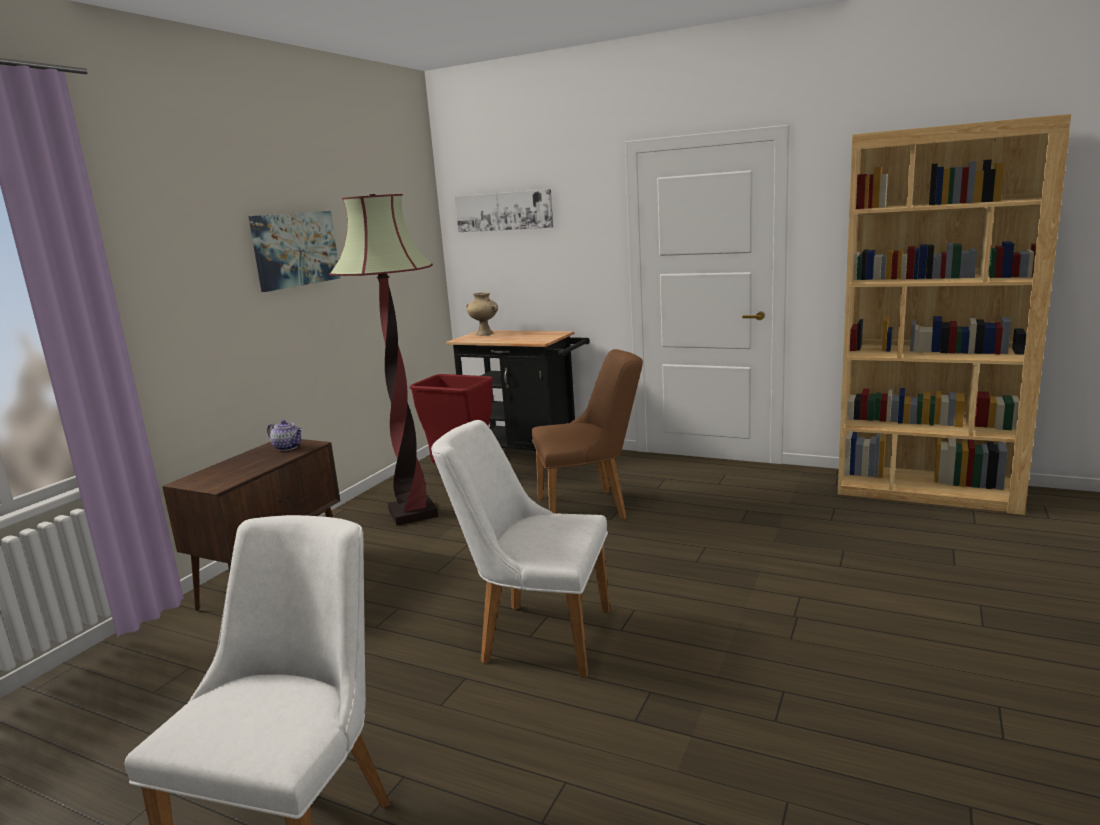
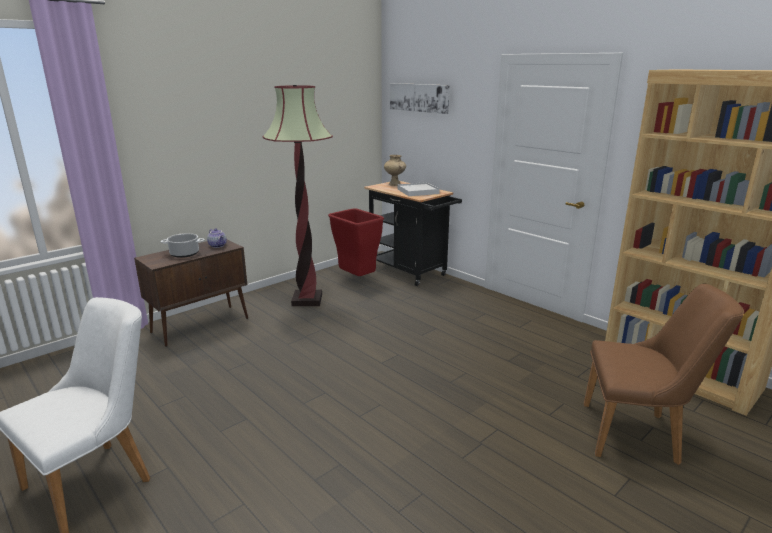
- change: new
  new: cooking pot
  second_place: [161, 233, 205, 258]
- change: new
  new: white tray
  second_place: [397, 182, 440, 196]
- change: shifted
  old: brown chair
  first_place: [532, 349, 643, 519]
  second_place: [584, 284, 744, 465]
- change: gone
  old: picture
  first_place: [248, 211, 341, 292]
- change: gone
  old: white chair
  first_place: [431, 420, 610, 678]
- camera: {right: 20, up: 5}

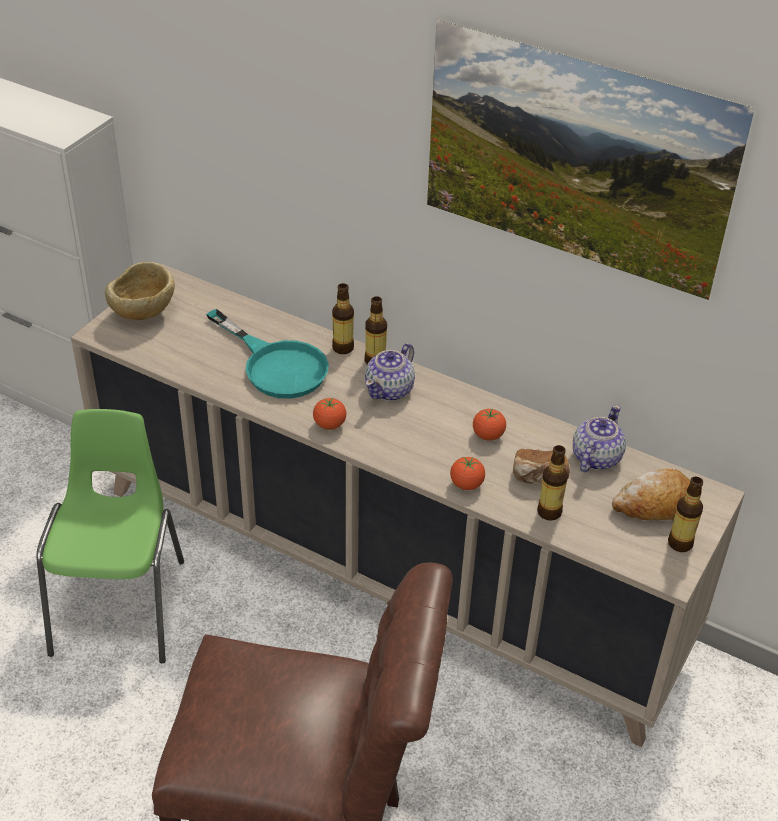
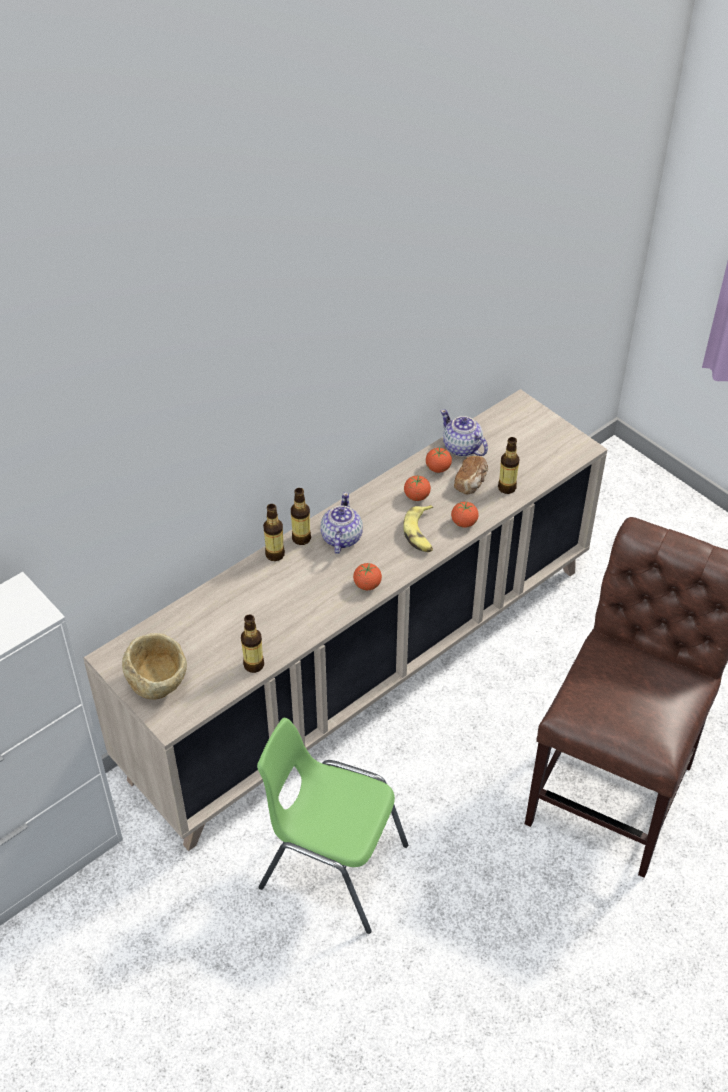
- change: shifted
  old: bottle
  first_place: [668, 476, 703, 552]
  second_place: [241, 614, 264, 673]
- change: rotated
  old: teapot
  first_place: [365, 343, 415, 401]
  second_place: [320, 492, 363, 554]
  degrees: -135
- change: new
  new: banana
  second_place: [403, 505, 433, 552]
- change: new
  new: tomato
  second_place: [426, 448, 452, 473]
- change: gone
  old: turquoise frying pan
  first_place: [206, 309, 329, 399]
- change: gone
  old: picture
  first_place: [427, 20, 755, 300]
- change: gone
  old: bread
  first_place: [612, 468, 690, 521]
- camera: {right: -70, up: 5}

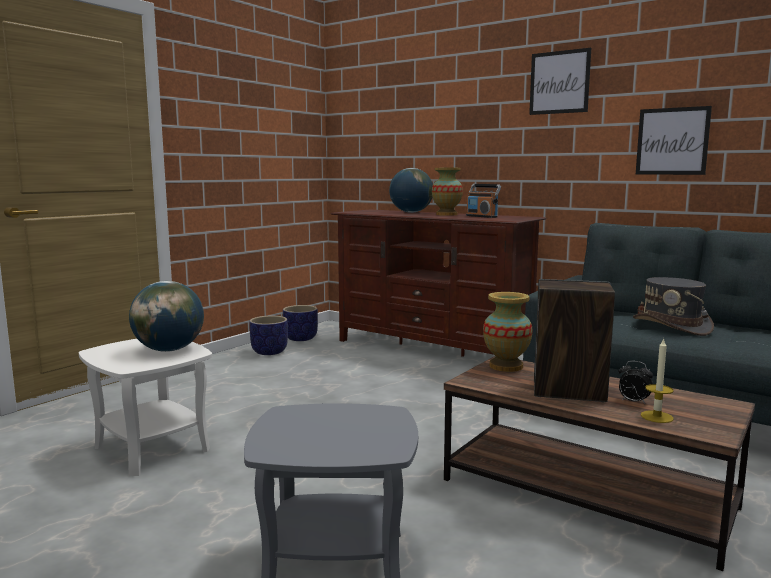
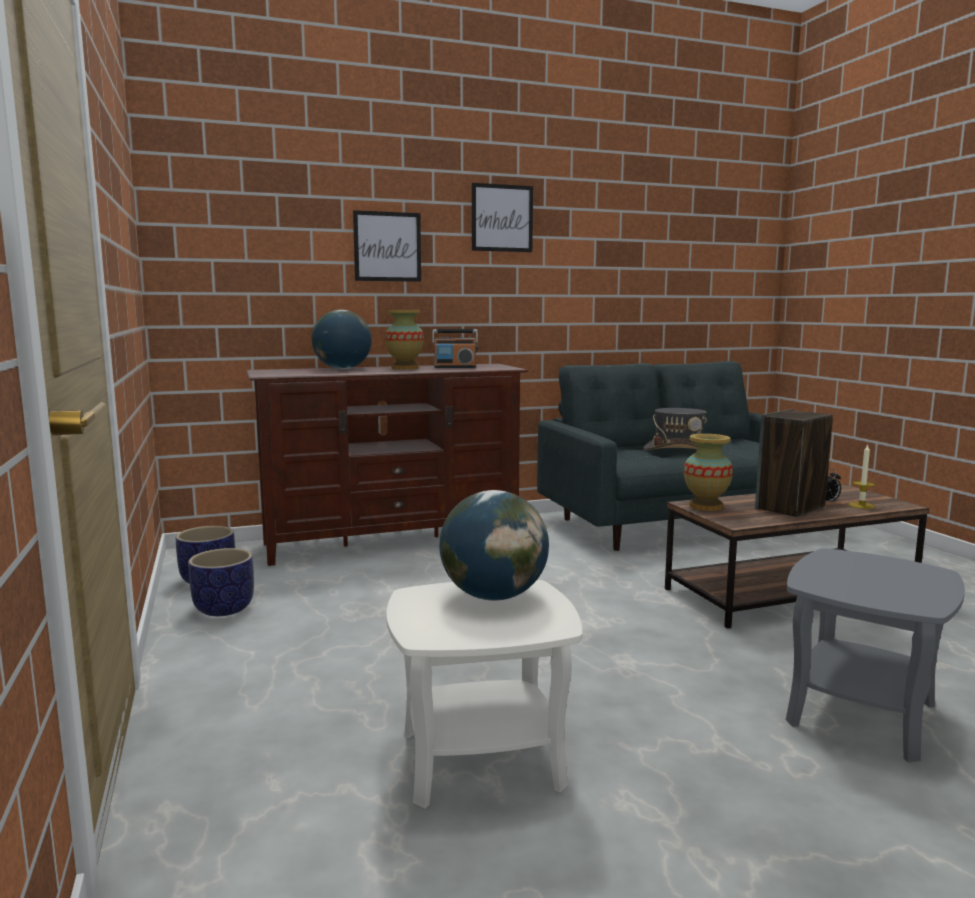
- change: shifted
  old: picture
  first_place: [636, 106, 712, 175]
  second_place: [353, 210, 421, 282]
- camera: {right: -55, up: 0}

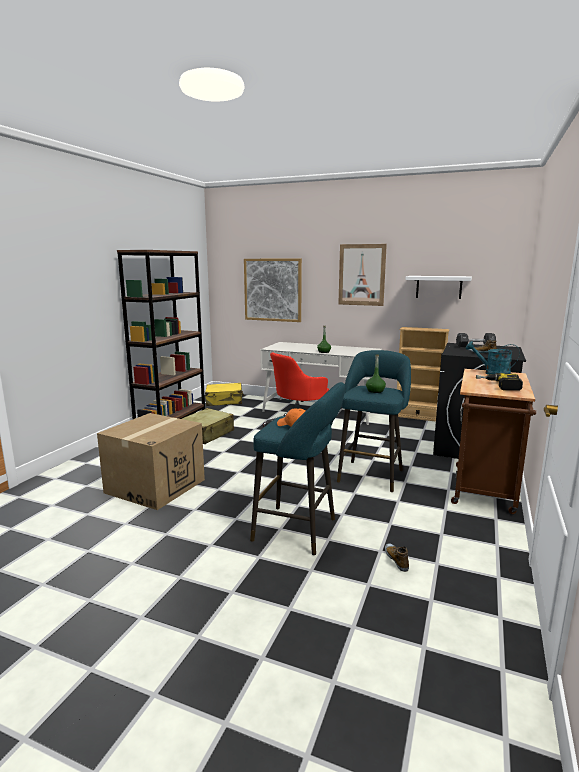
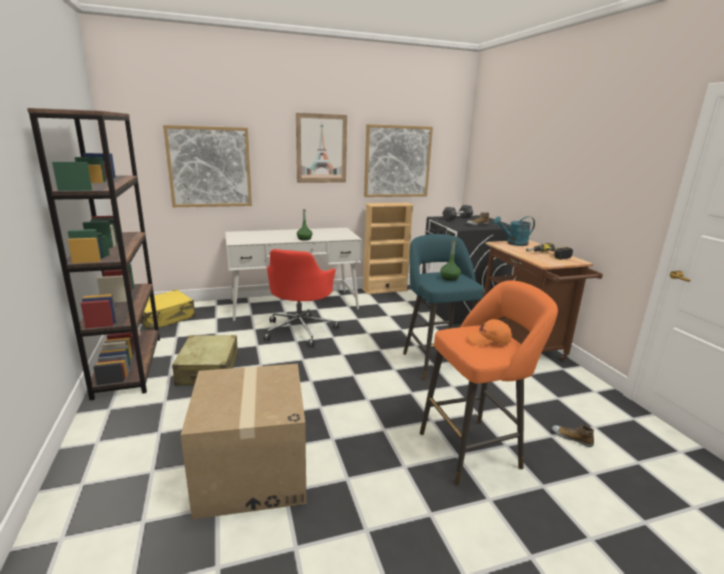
- change: swapped
  old: white shelf
  new: picture
  first_place: [405, 276, 472, 299]
  second_place: [364, 124, 433, 197]
- change: repainted
  old: turquoise stool
  new: orange stool
  first_place: [250, 382, 345, 555]
  second_place: [420, 280, 558, 486]
- camera: {right: -40, up: 5}

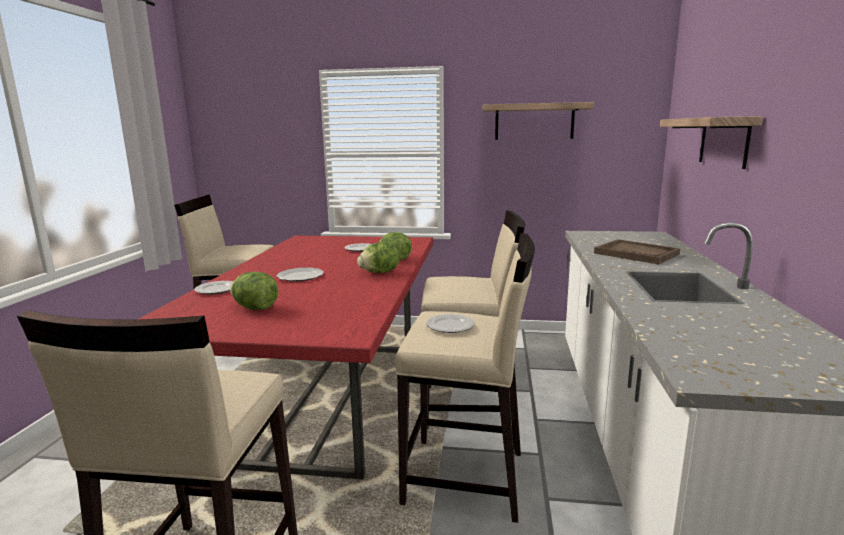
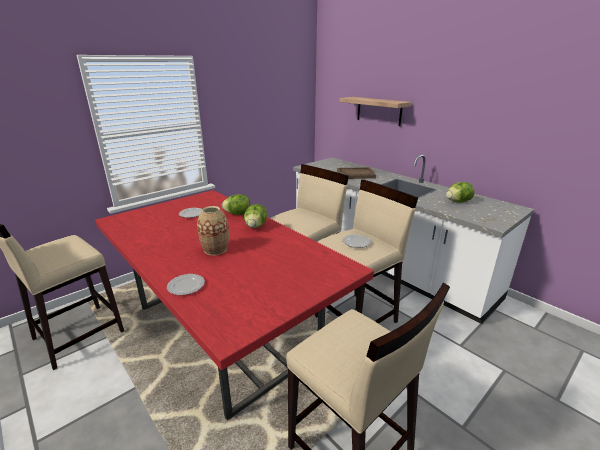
- change: swapped
  old: plate
  new: vase
  first_place: [276, 267, 324, 282]
  second_place: [197, 206, 229, 255]
- change: shifted
  old: lettuce
  first_place: [230, 272, 278, 310]
  second_place: [446, 182, 475, 203]
- change: gone
  old: shelf
  first_place: [483, 102, 594, 140]
- camera: {right: -50, up: 10}

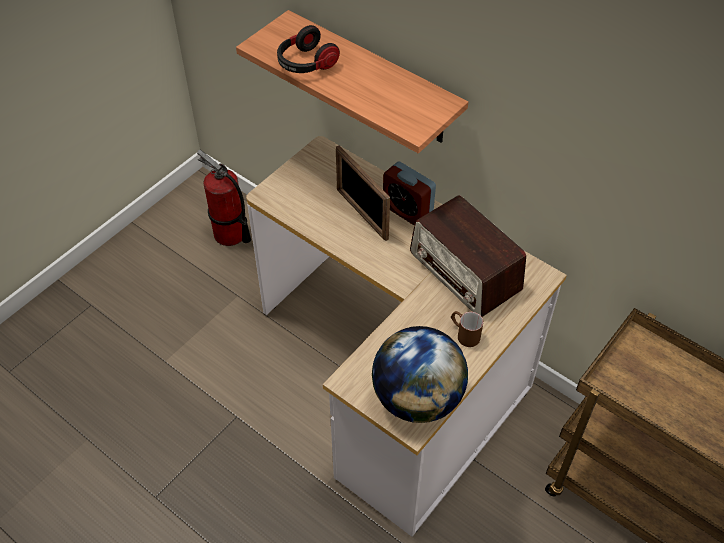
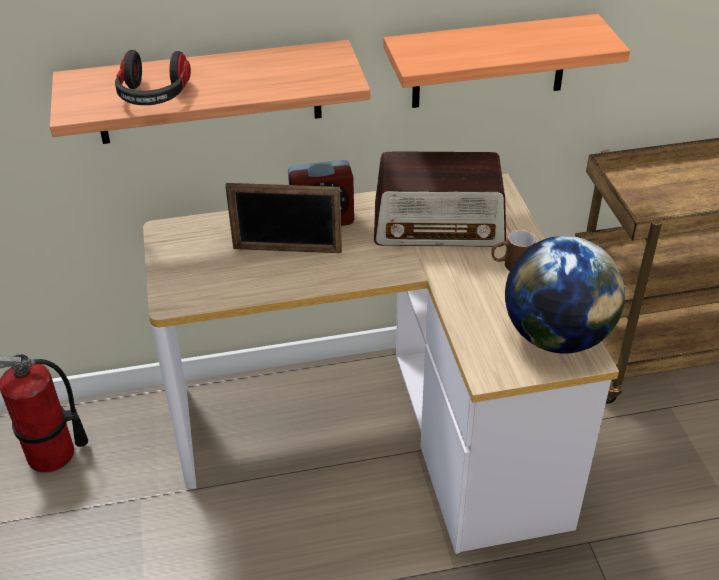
- change: new
  new: shelf
  second_place: [384, 14, 630, 108]
- camera: {right: -50, up: -10}

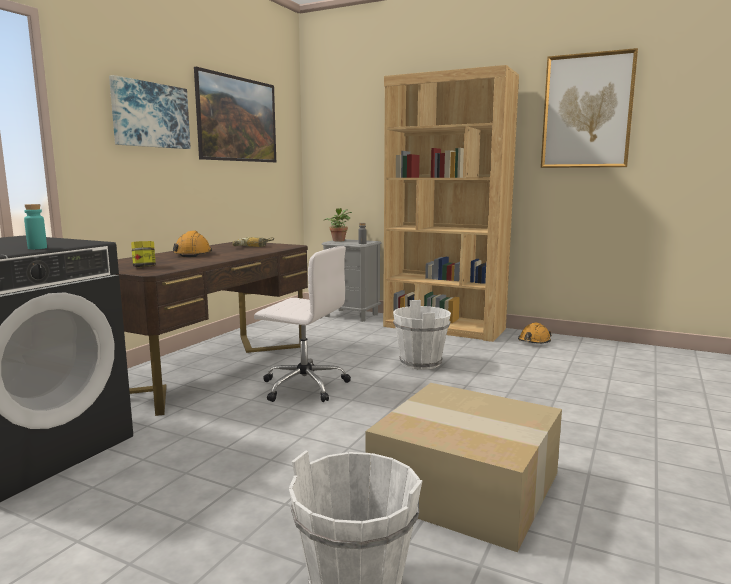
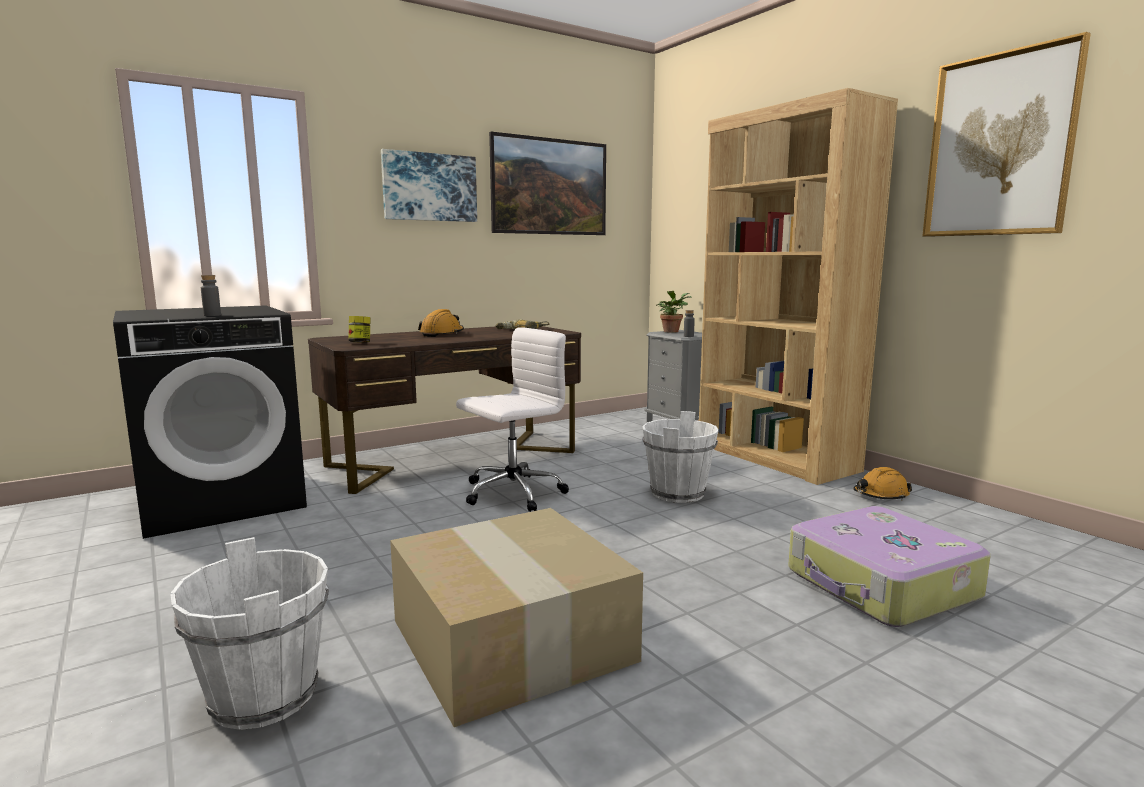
- change: repainted
  old: turquoise bottle
  new: grey bottle
  first_place: [24, 204, 47, 249]
  second_place: [201, 275, 221, 316]
- change: rotated
  old: white office chair
  first_place: [254, 246, 351, 402]
  second_place: [456, 327, 569, 512]
  degrees: -90
- change: new
  new: suitcase
  second_place: [788, 506, 991, 627]
- camera: {right: 30, up: 0}

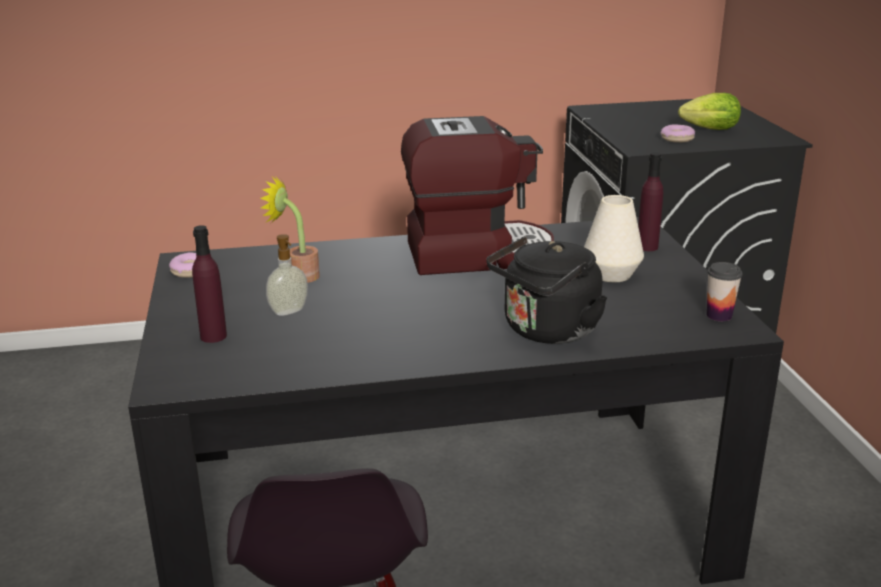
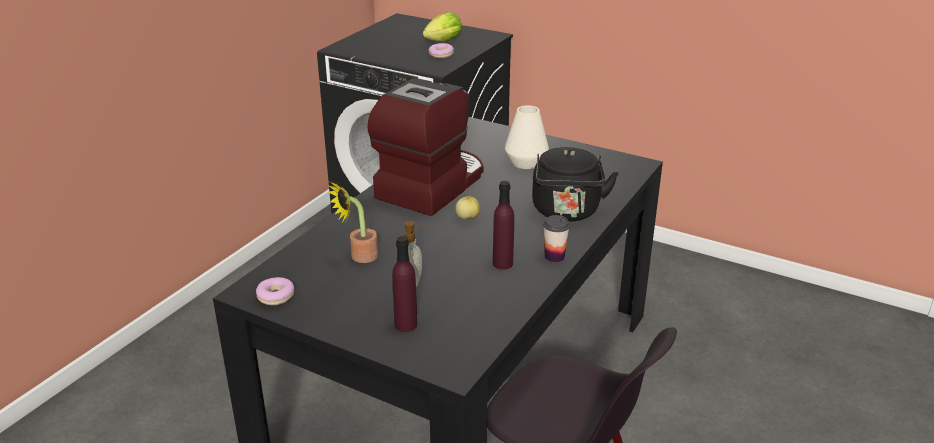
- change: new
  new: apple
  second_place: [455, 196, 480, 219]
- change: shifted
  old: purple bottle
  first_place: [638, 152, 663, 251]
  second_place: [493, 181, 514, 270]
- change: shifted
  old: cup
  first_place: [706, 262, 743, 321]
  second_place: [543, 215, 570, 263]
- camera: {right: -50, up: 5}

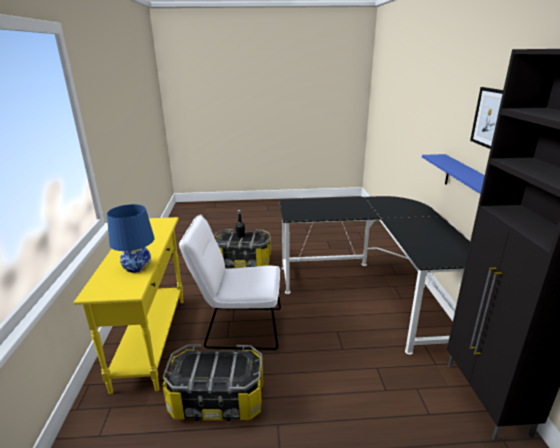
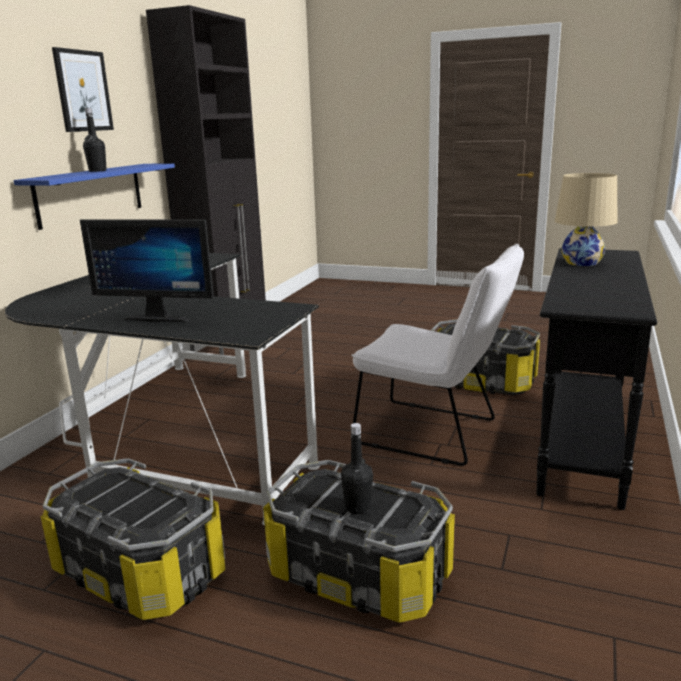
- change: new
  new: storage box
  second_place: [40, 458, 225, 620]
- change: new
  new: monitor
  second_place: [80, 219, 214, 322]
- change: new
  new: black bottle
  second_place: [83, 108, 107, 172]
- change: repainted
  old: yellow console table
  new: black console table
  first_place: [74, 217, 184, 394]
  second_place: [536, 248, 657, 510]
- change: repainted
  old: blue table lamp
  new: beige table lamp
  first_place: [107, 204, 154, 273]
  second_place: [555, 173, 617, 266]
- camera: {right: -155, up: -5}

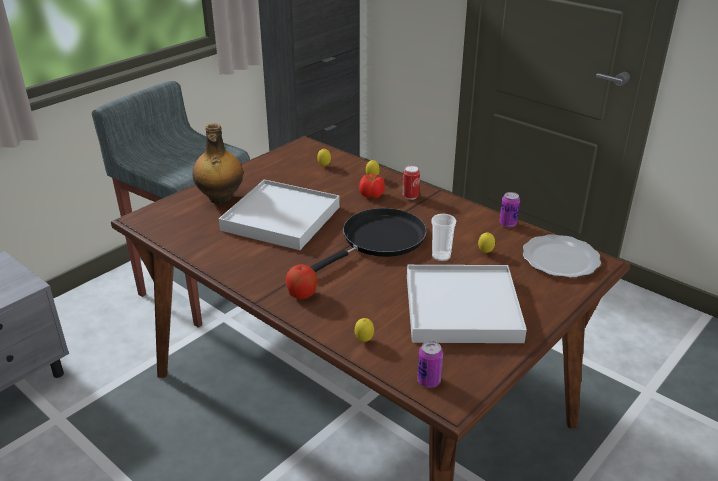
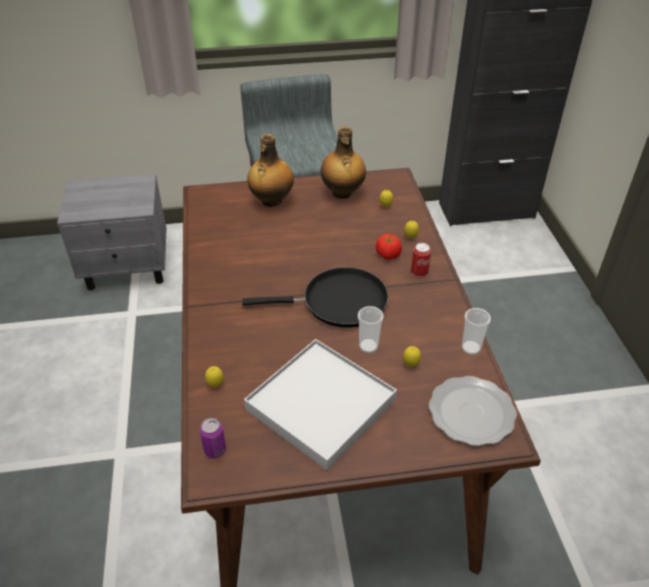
- change: new
  new: bottle
  second_place: [321, 127, 366, 199]
- change: swapped
  old: can
  new: cup
  first_place: [499, 192, 520, 228]
  second_place: [462, 308, 491, 355]
- change: gone
  old: white tray
  first_place: [219, 180, 340, 250]
- change: gone
  old: apple
  first_place: [286, 264, 318, 299]
- camera: {right: 40, up: 10}

